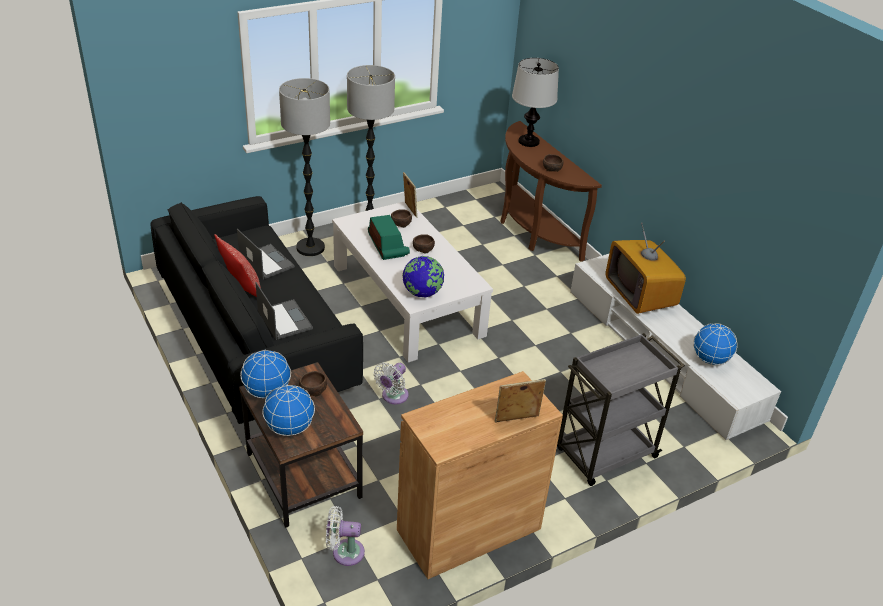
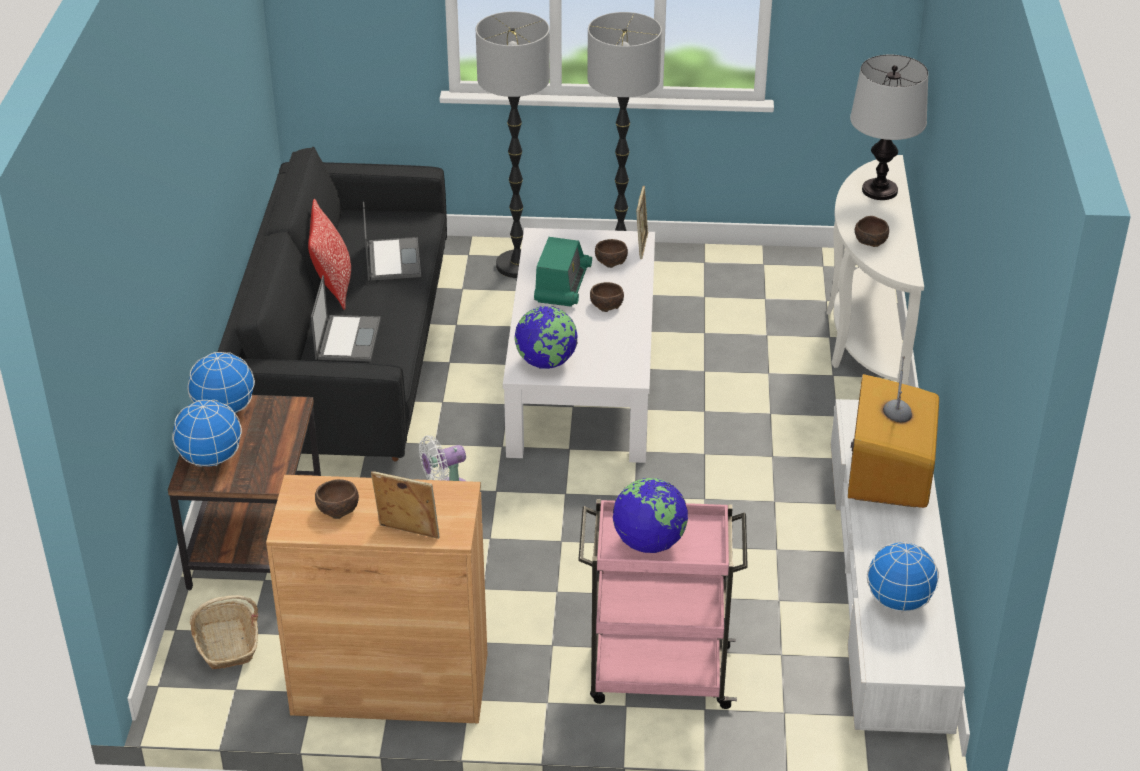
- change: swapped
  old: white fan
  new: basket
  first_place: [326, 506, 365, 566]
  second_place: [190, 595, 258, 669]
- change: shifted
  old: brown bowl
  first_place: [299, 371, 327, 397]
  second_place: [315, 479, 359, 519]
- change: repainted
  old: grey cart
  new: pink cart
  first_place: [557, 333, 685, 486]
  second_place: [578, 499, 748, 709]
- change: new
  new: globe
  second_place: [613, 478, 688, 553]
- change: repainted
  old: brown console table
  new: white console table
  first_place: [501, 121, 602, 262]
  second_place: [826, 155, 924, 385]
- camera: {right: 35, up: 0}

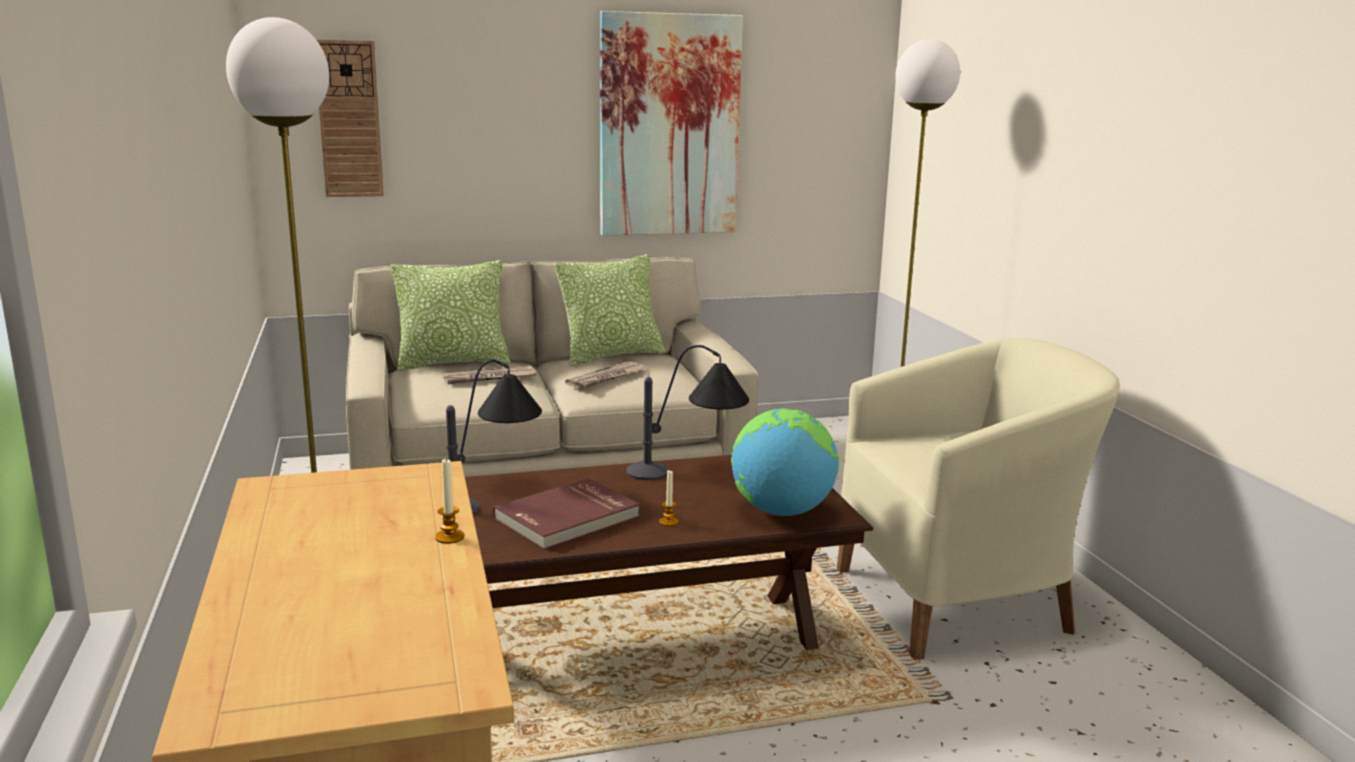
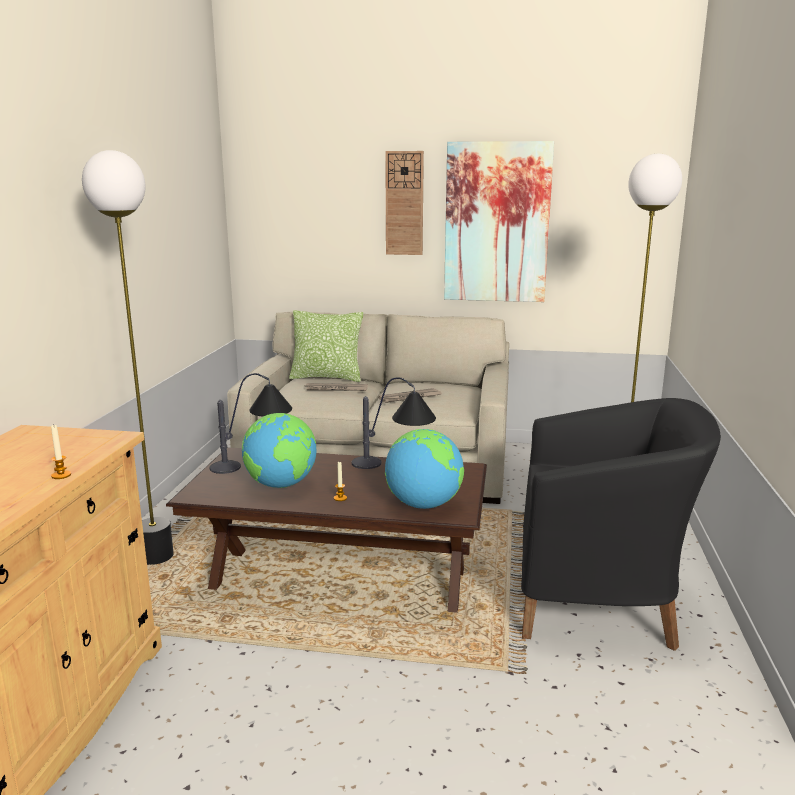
- change: swapped
  old: red book
  new: globe
  first_place: [493, 478, 640, 550]
  second_place: [242, 413, 317, 488]
- change: shifted
  old: wall clock
  first_place: [316, 39, 384, 197]
  second_place: [385, 151, 424, 255]
- change: repainted
  old: beige armchair
  new: black armchair
  first_place: [837, 338, 1120, 660]
  second_place: [521, 398, 721, 651]
- change: gone
  old: pillow
  first_place: [554, 254, 665, 367]
- camera: {right: 25, up: 0}

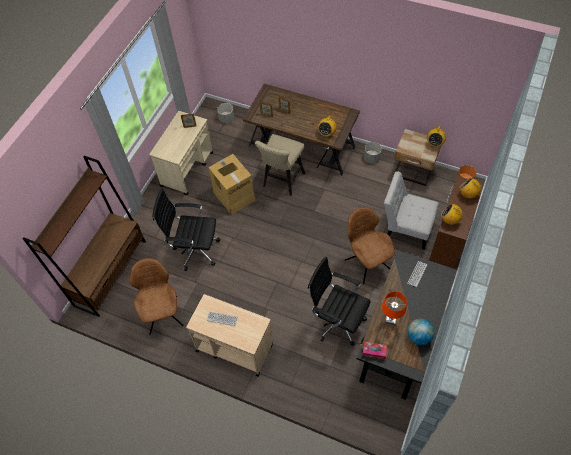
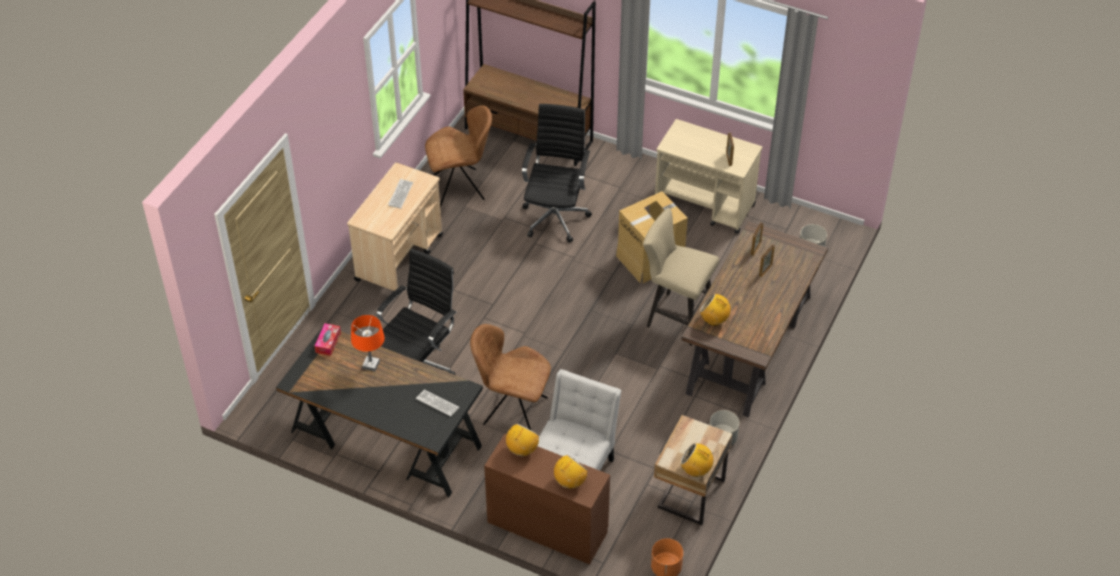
- change: rotated
  old: brown chair
  first_place: [345, 207, 395, 284]
  second_place: [470, 324, 551, 430]
  degrees: -135
- change: gone
  old: globe
  first_place: [408, 319, 434, 345]
- camera: {right: 90, up: -10}

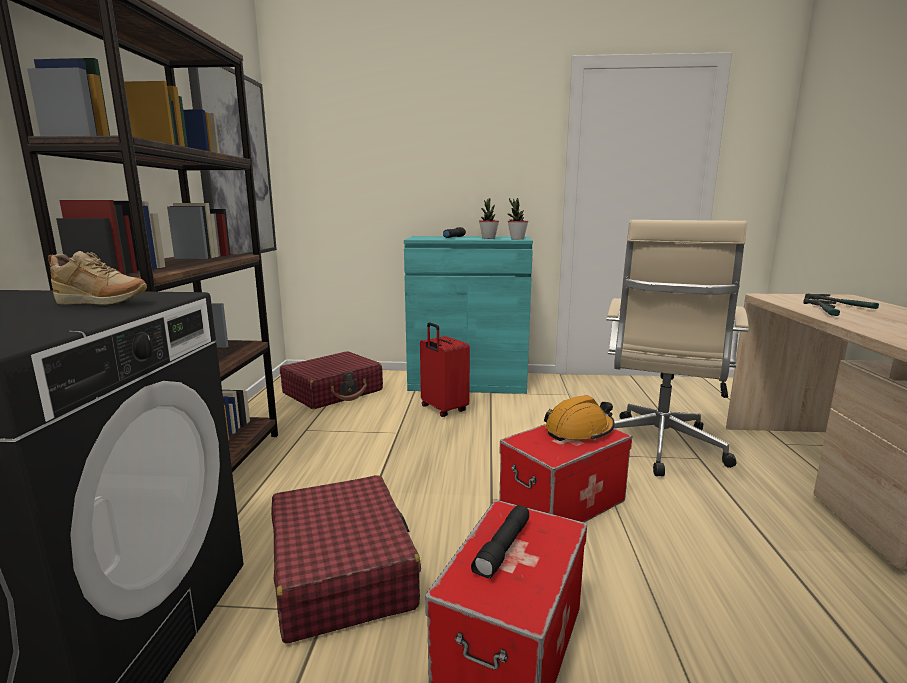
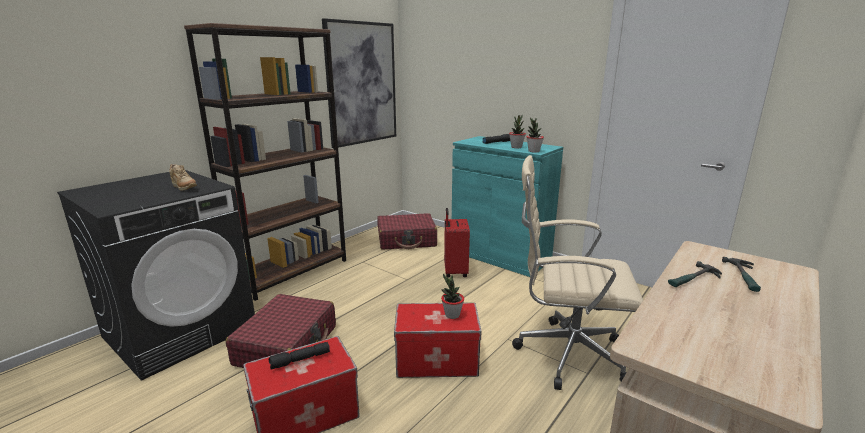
- change: swapped
  old: orange hard hat
  new: potted plant
  first_place: [544, 395, 615, 441]
  second_place: [441, 274, 464, 319]
- change: rotated
  old: beige office chair
  first_place: [606, 220, 749, 476]
  second_place: [512, 155, 643, 390]
  degrees: 45
- camera: {right: 35, up: 5}

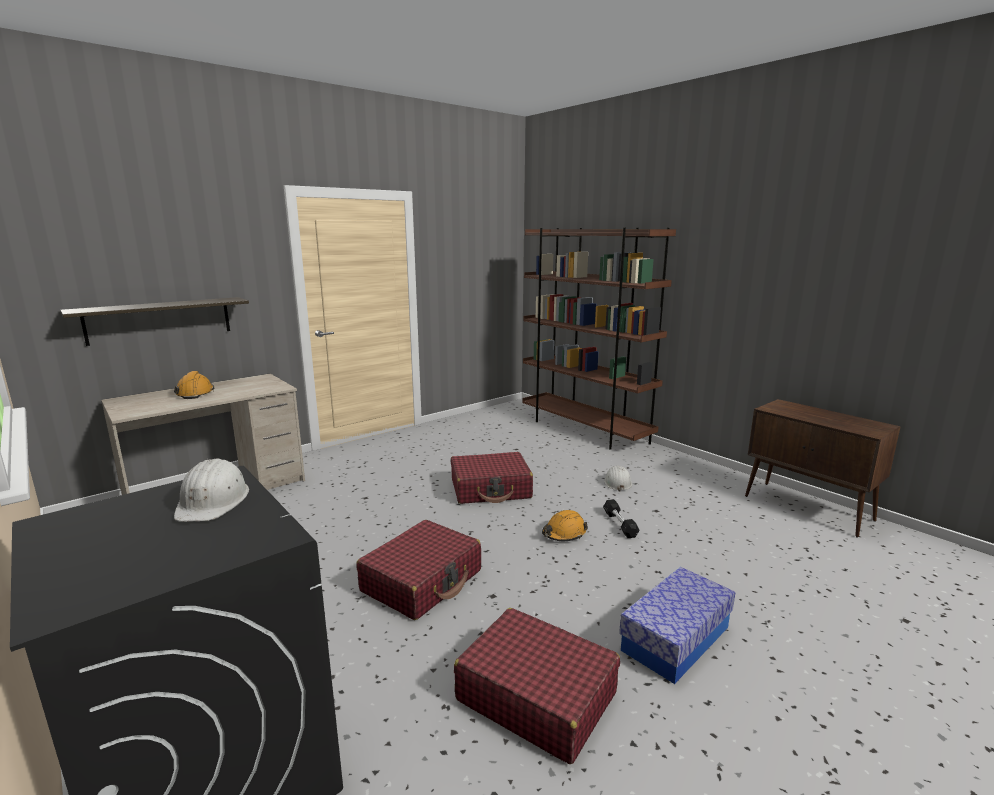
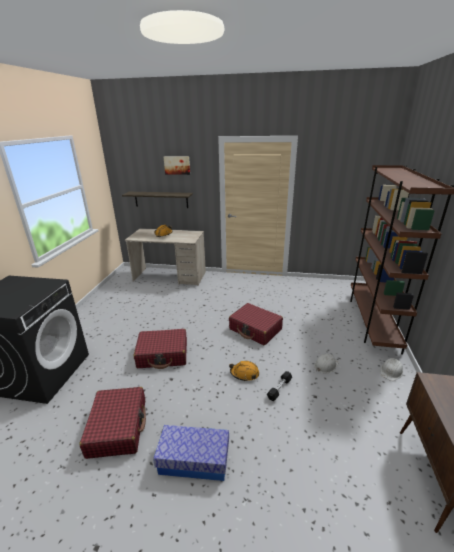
- change: new
  new: picture
  second_place: [164, 157, 190, 175]
- change: shifted
  old: white hard hat
  first_place: [174, 459, 249, 522]
  second_place: [380, 358, 403, 381]
- camera: {right: 50, up: 10}

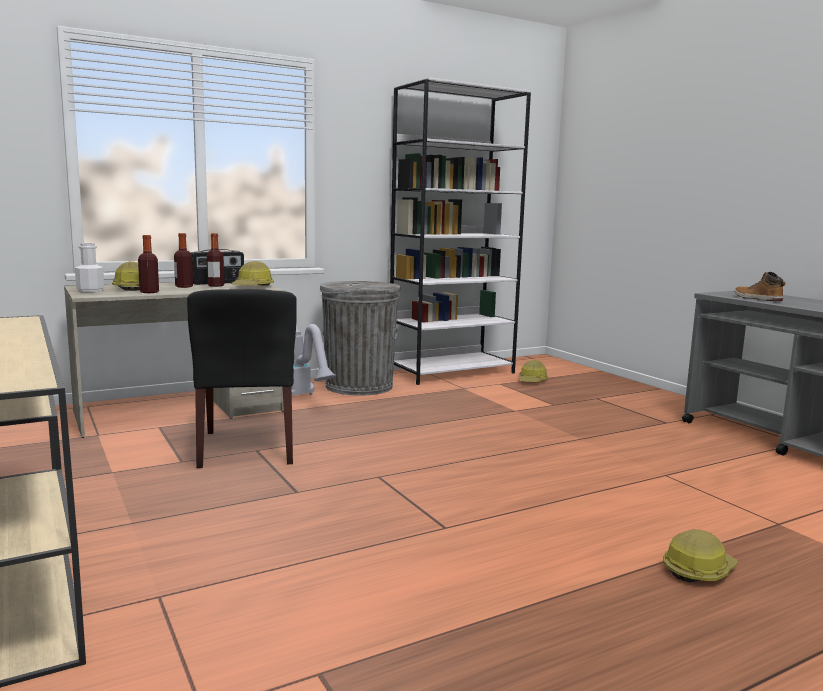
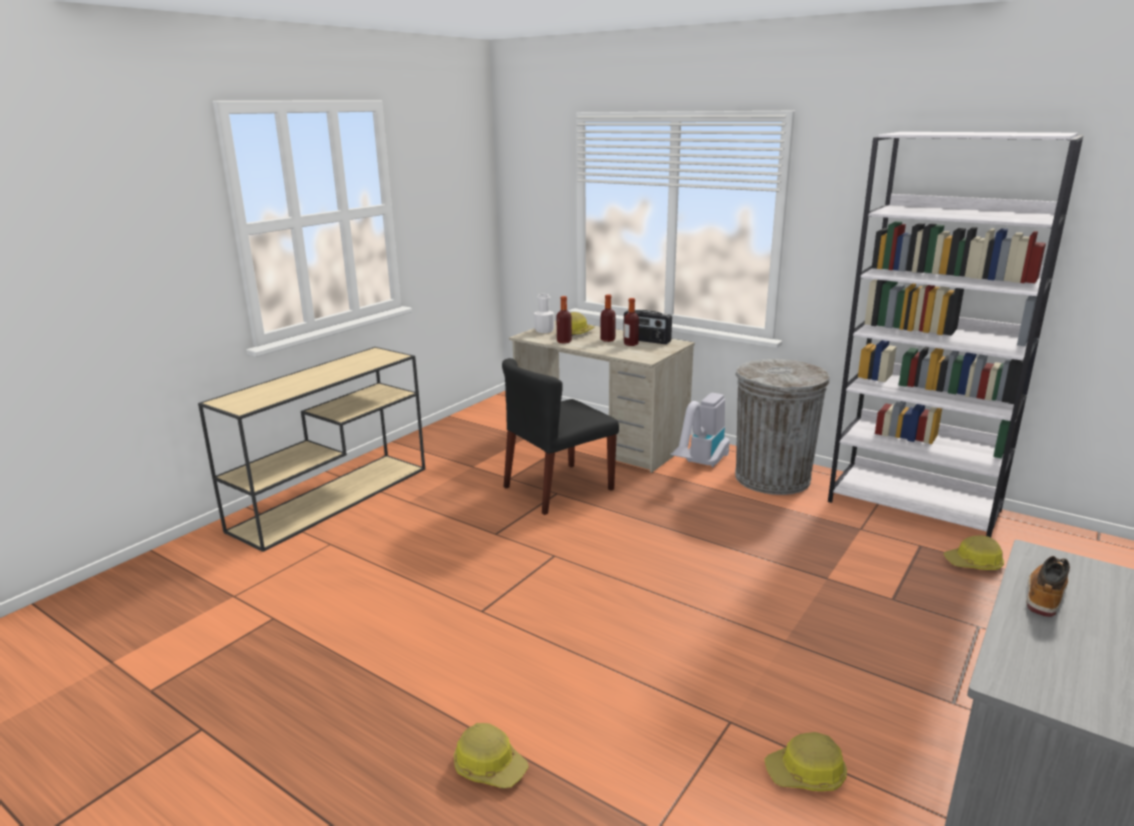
- change: shifted
  old: hard hat
  first_place: [231, 261, 274, 286]
  second_place: [764, 732, 847, 791]
- camera: {right: 65, up: 10}

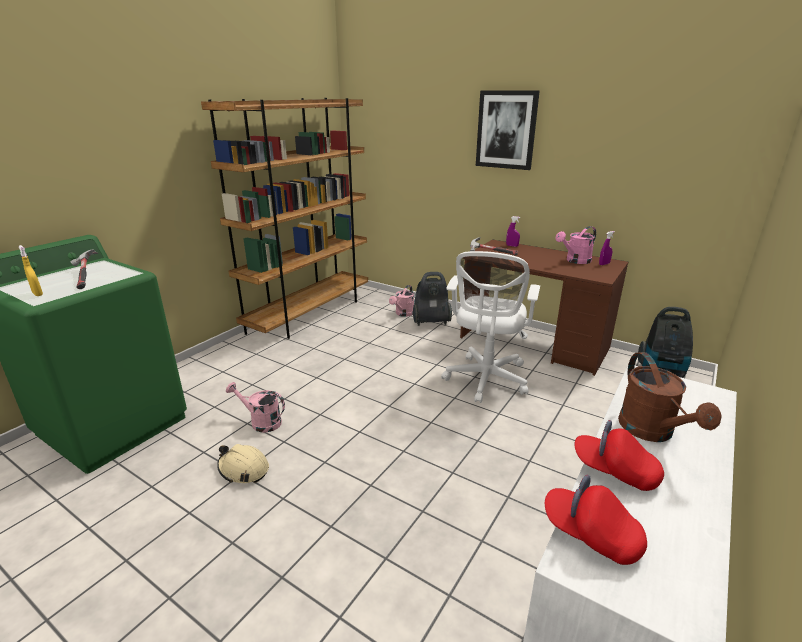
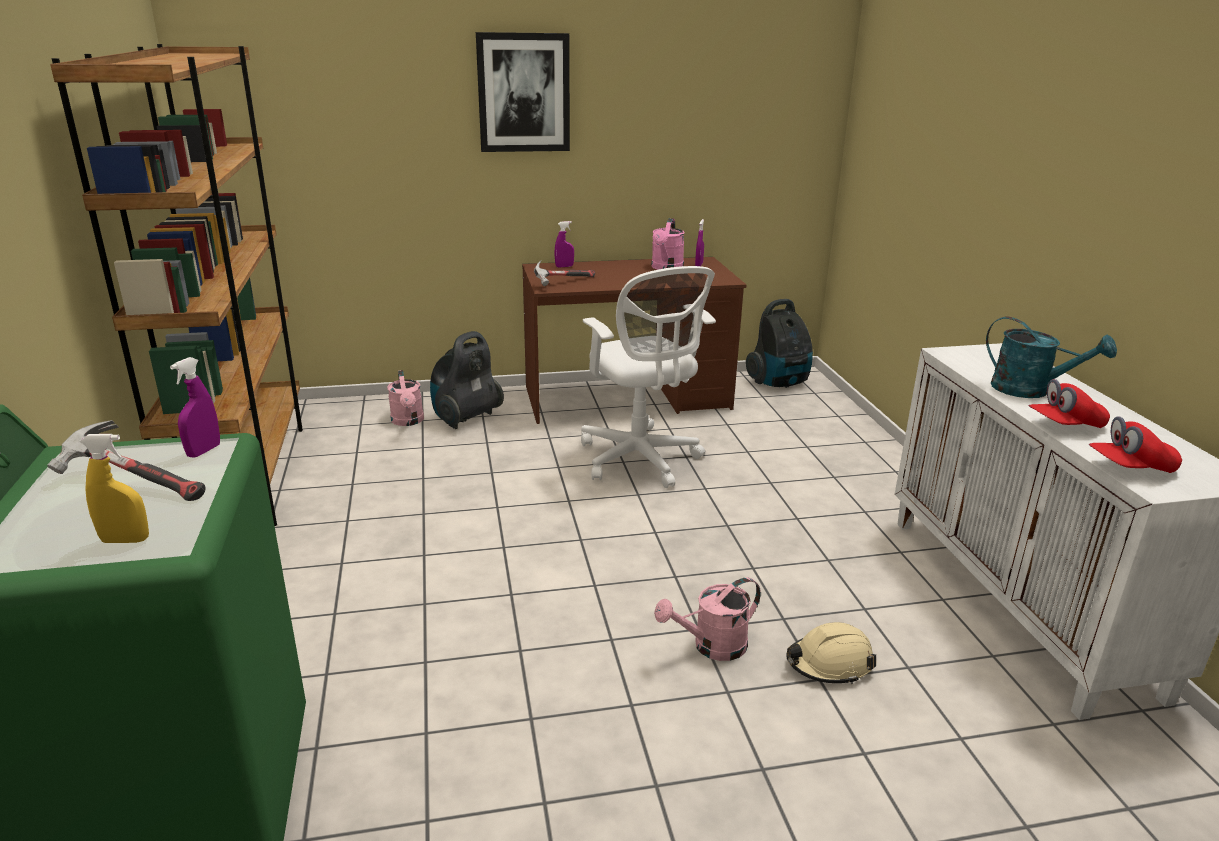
- change: new
  new: purple spray bottle
  second_place: [170, 357, 220, 458]
- change: shifted
  old: pink watering can
  first_place: [226, 382, 285, 432]
  second_place: [654, 577, 761, 661]
- change: shifted
  old: beige hard hat
  first_place: [217, 444, 269, 483]
  second_place: [786, 622, 876, 684]
- change: repainted
  old: brown watering can
  new: turquoise watering can
  first_place: [618, 352, 722, 442]
  second_place: [986, 317, 1117, 398]
- camera: {right: -45, up: 0}

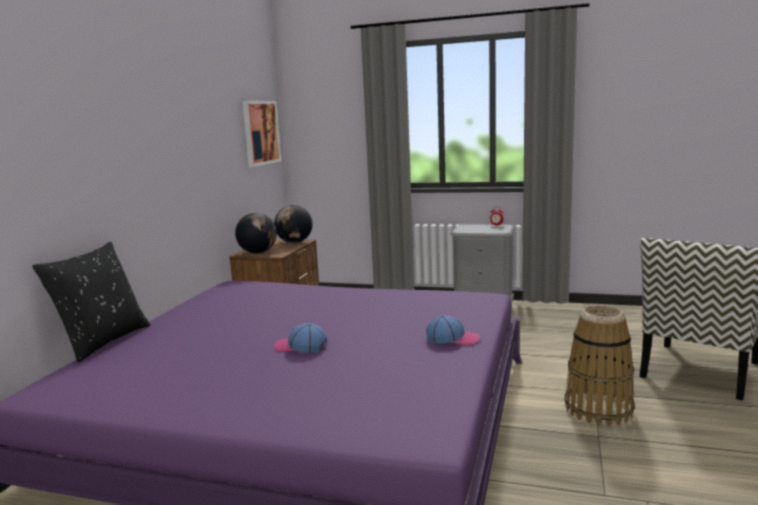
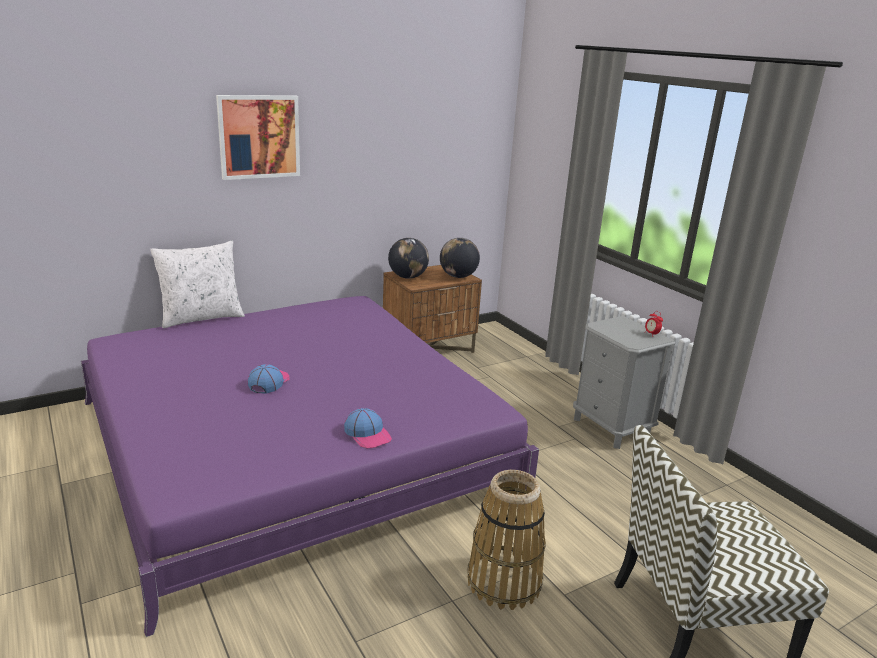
- change: repainted
  old: black pillow
  new: white pillow
  first_place: [32, 242, 150, 362]
  second_place: [150, 241, 245, 328]
- change: shifted
  old: picture
  first_place: [242, 101, 281, 167]
  second_place: [216, 95, 300, 180]
- change: rotated
  old: cap
  first_place: [274, 323, 327, 353]
  second_place: [248, 364, 290, 393]
  degrees: 45
- camera: {right: 40, up: 10}

